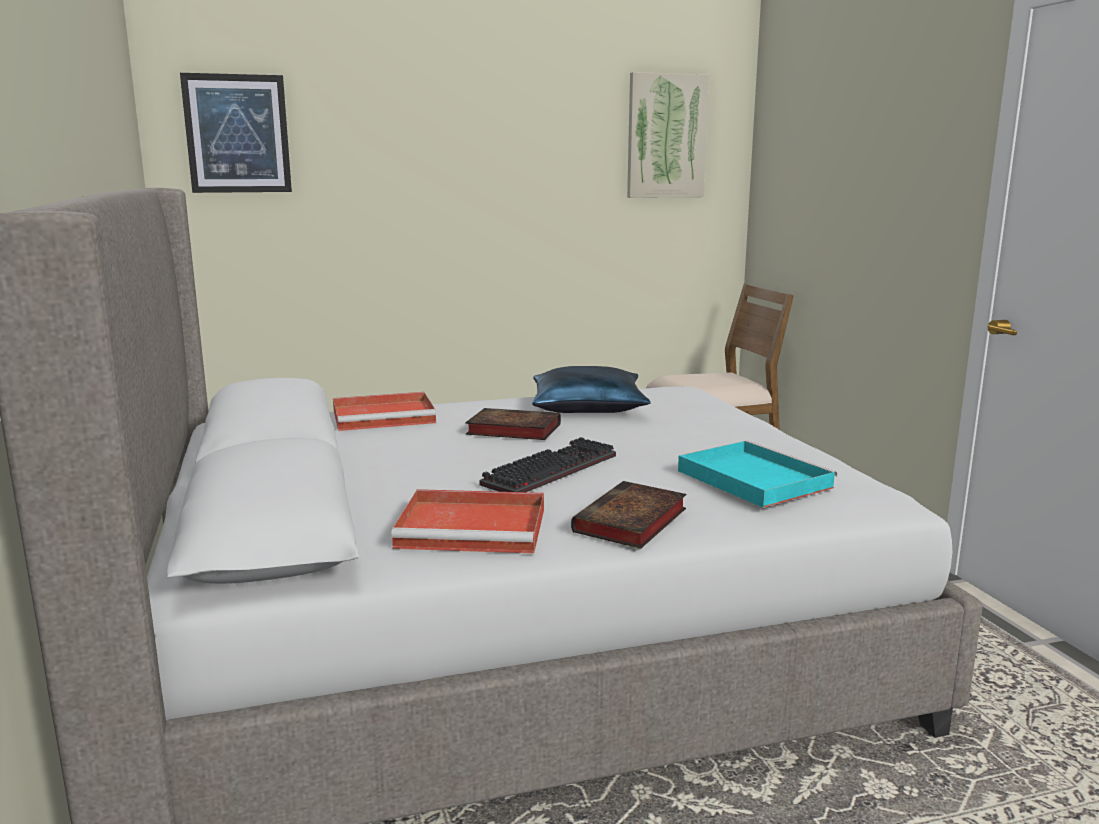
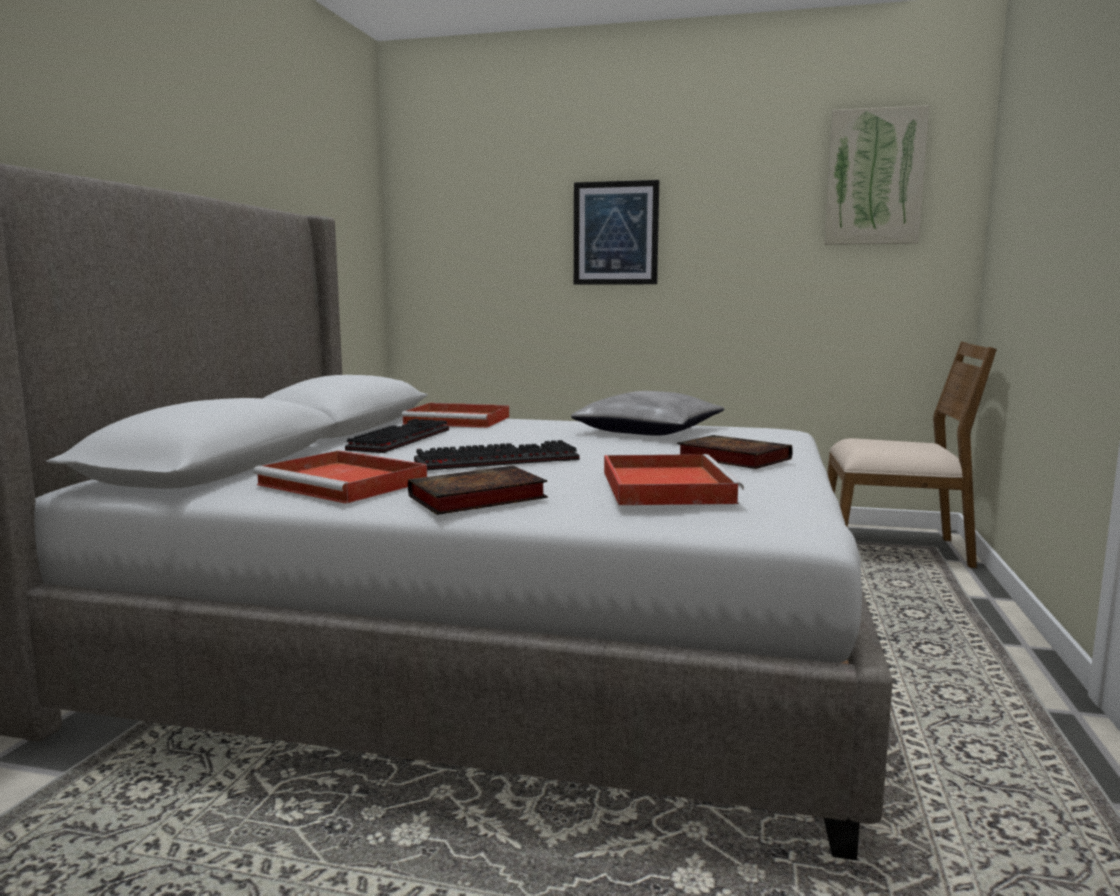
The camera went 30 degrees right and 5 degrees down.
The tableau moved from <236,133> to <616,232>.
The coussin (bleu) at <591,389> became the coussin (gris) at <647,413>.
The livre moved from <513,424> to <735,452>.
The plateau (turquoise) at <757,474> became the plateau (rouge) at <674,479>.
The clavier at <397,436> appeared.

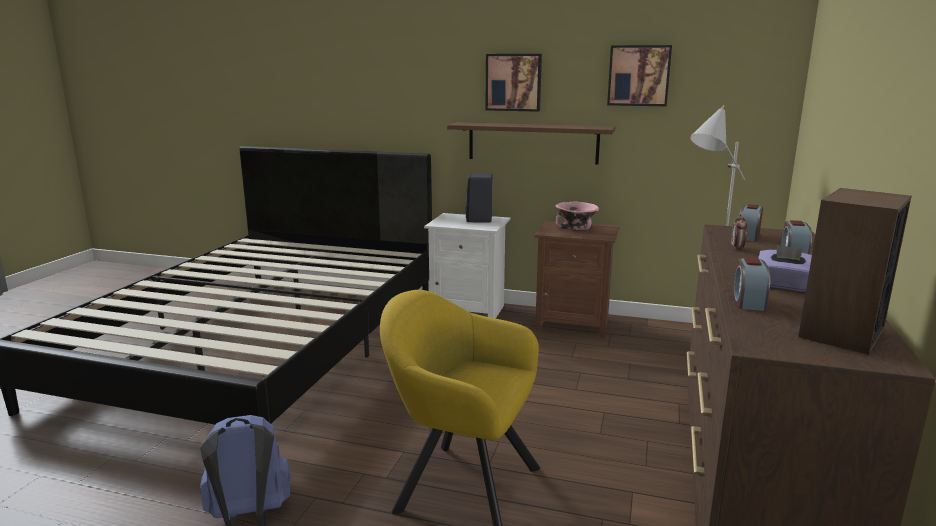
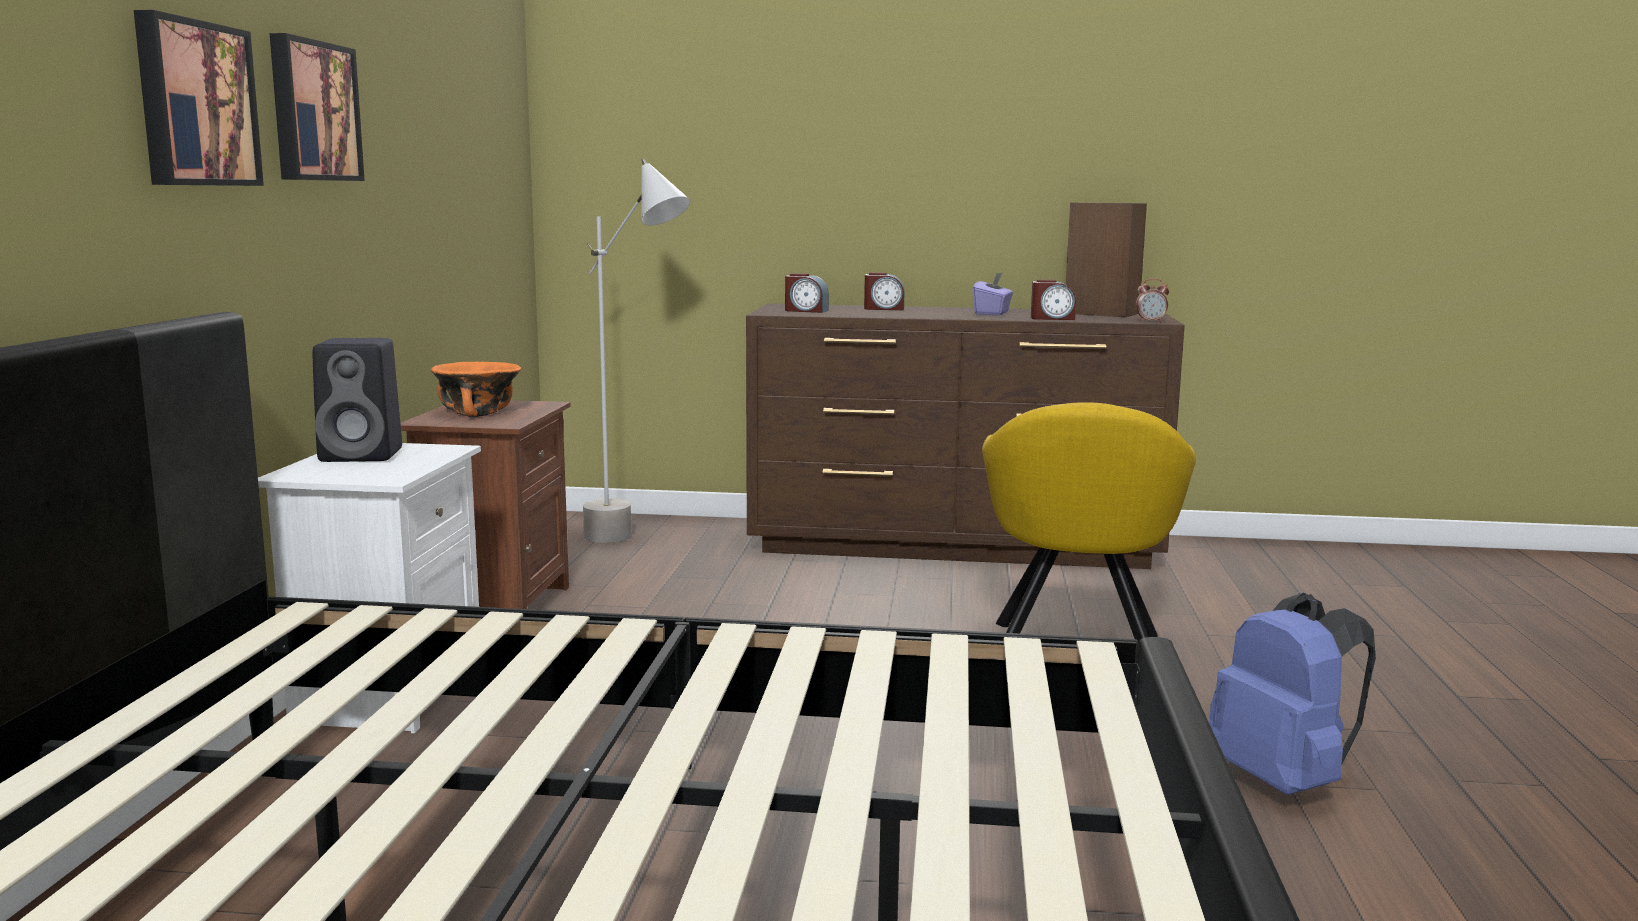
The camera went 100 degrees left and 5 degrees down.
The tableau moved from <639,75> to <199,98>.
The étagère (marron) at <531,143> disappeared.
The bol (rose) at <577,216> became the bol (orange) at <476,389>.
The réveil moved from <739,231> to <1152,301>.

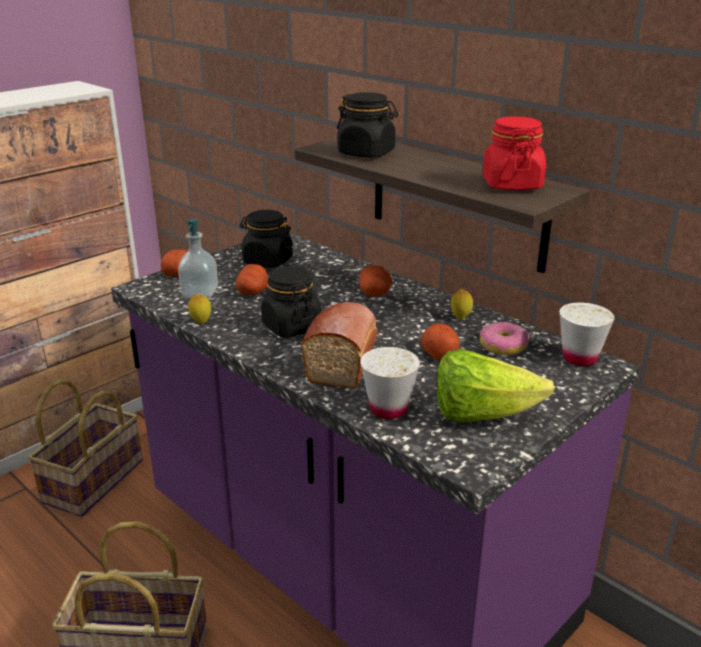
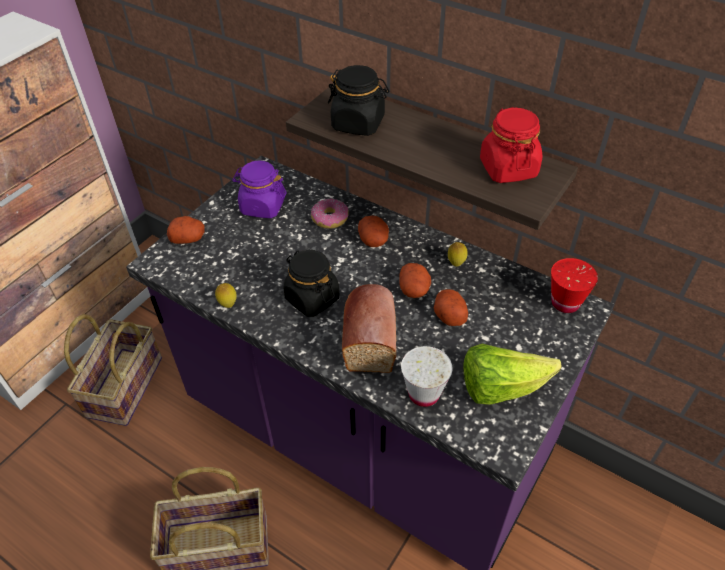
The camera went 10 degrees left and 20 degrees up.
The bocal (noir) at <266,239> became the bocal (violet) at <259,189>.
The distributeur de savon at <198,258> disappeared.
The pomme de terre moved from <251,279> to <415,280>.
The tasse (blanc) at <587,335> became the tasse (rouge) at <574,285>.
The beignet moved from <504,338> to <330,213>.

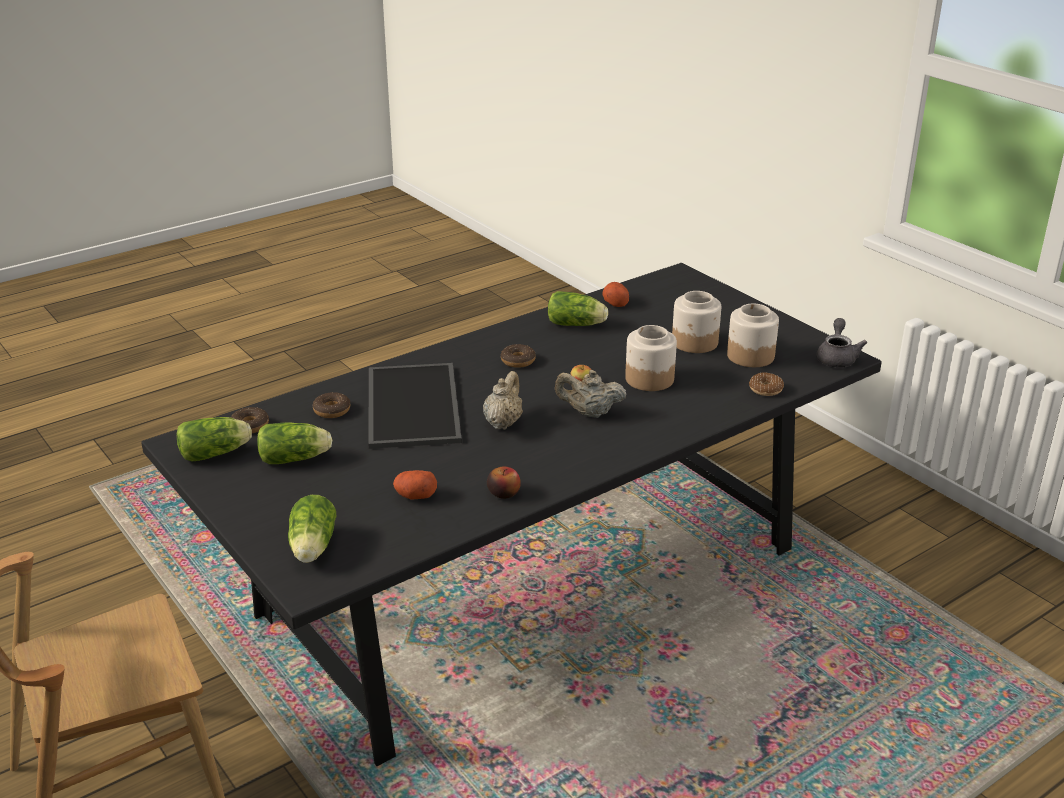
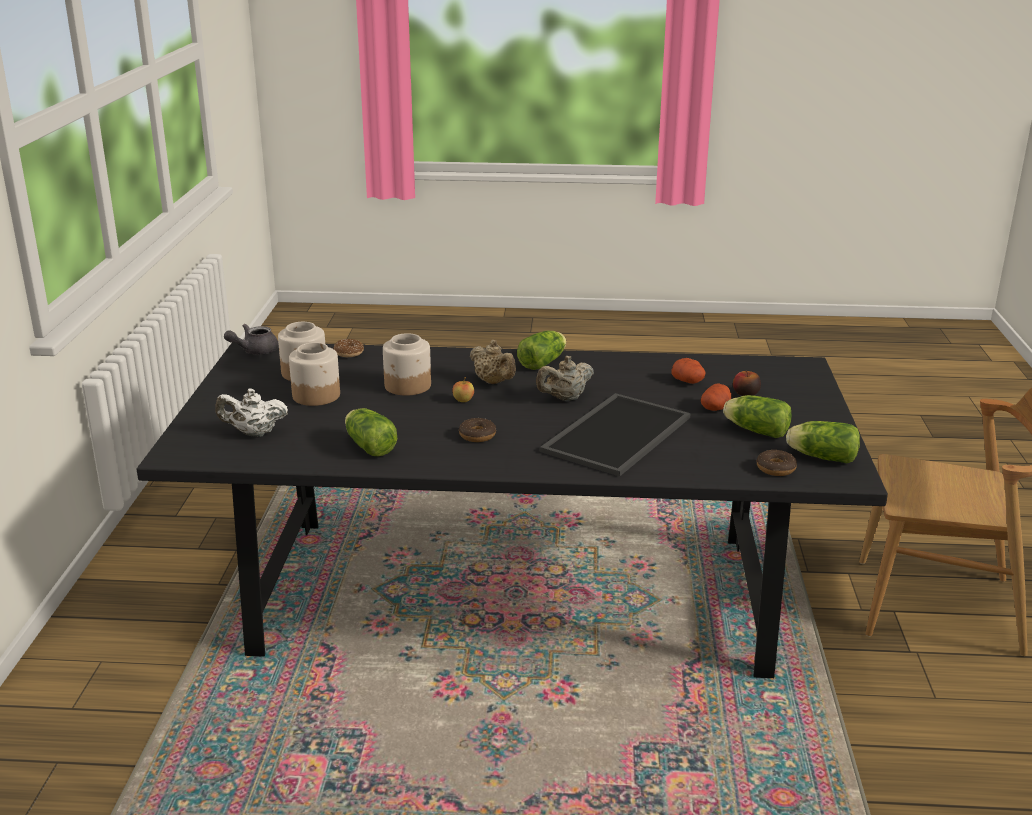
The camera went 140 degrees left and 5 degrees down.
The pomme de terre moved from <615,294> to <716,397>.
The beignet at <331,405> disappeared.
The pomme moved from <504,482> to <747,383>.
The laitue moved from <312,529> to <541,350>.
The théière (blanc) at <251,412> appeared.

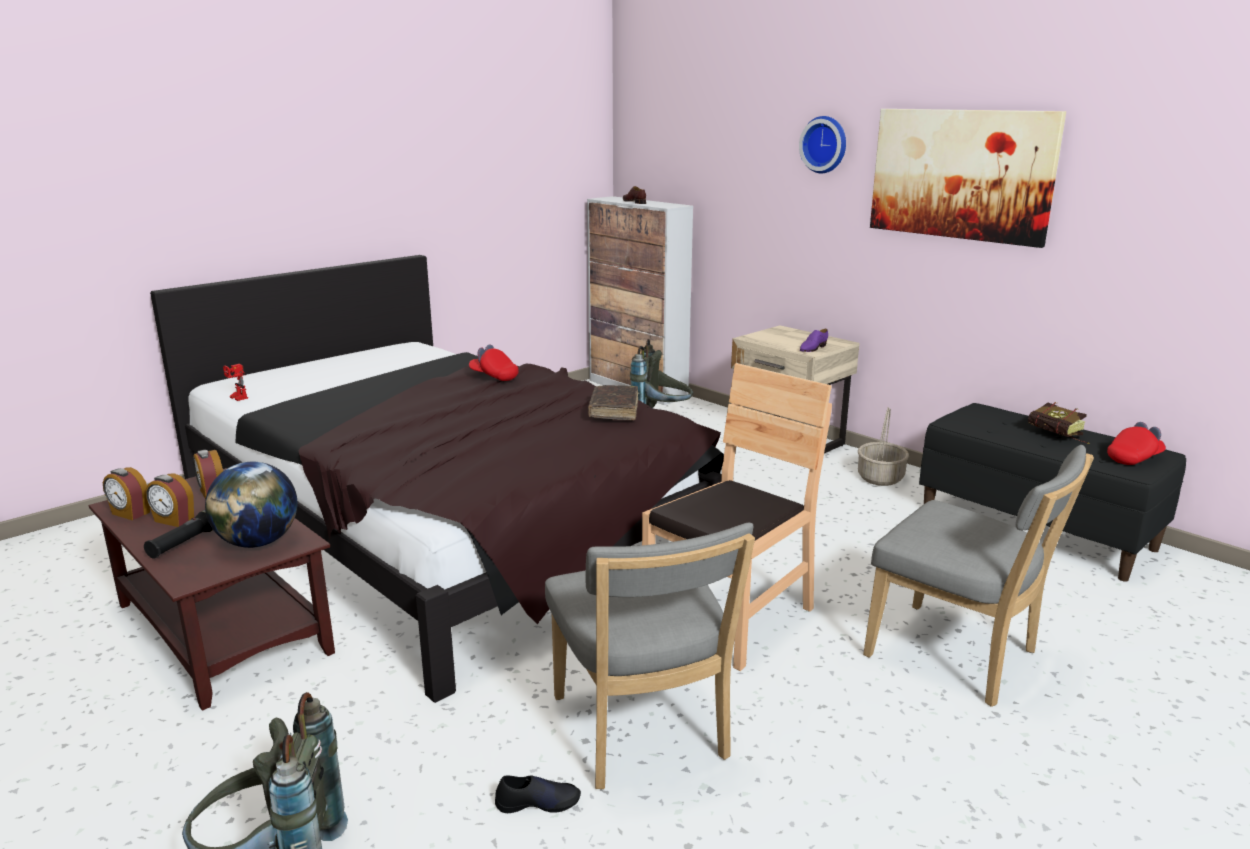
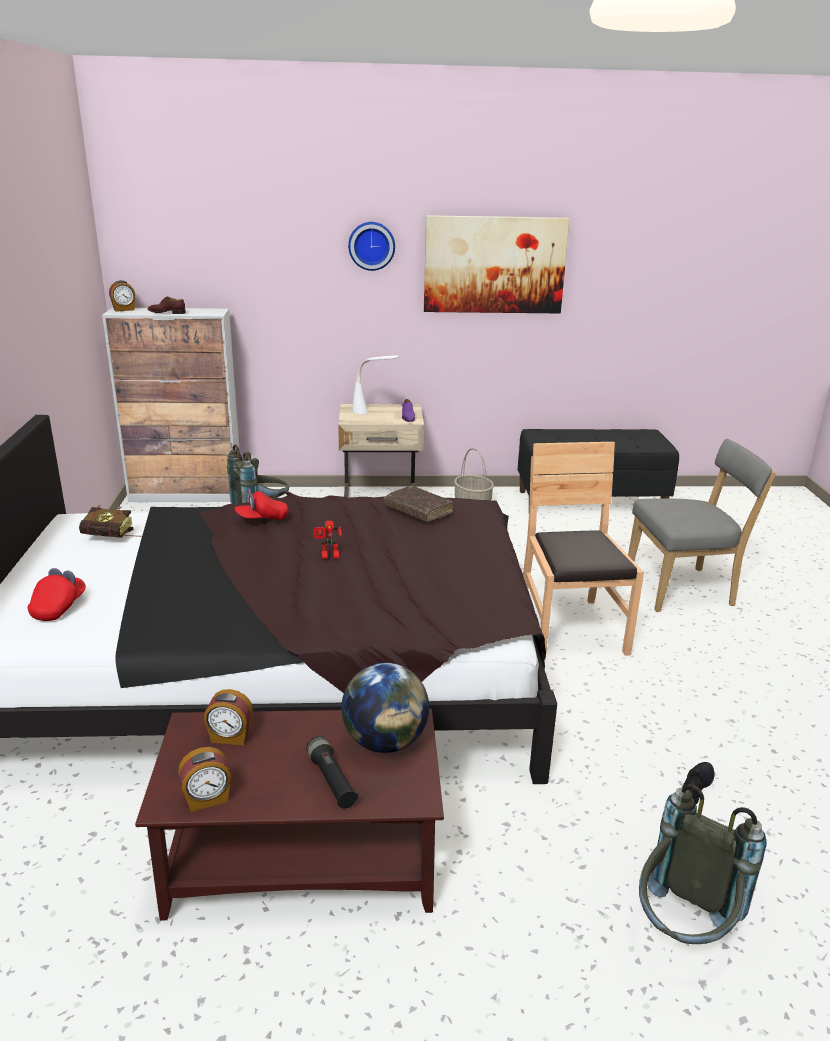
The camera went 50 degrees left and 5 degrees up.
The robot jouet moved from <235,382> to <328,540>.
The livre moved from <1058,423> to <110,521>.
The casquette (rouge) moved from <1136,443> to <57,594>.
The réveil moved from <170,500> to <122,296>.
The chaise (gris) at <650,656> disappeared.
The lampe de table (blanc) at <375,385> appeared.

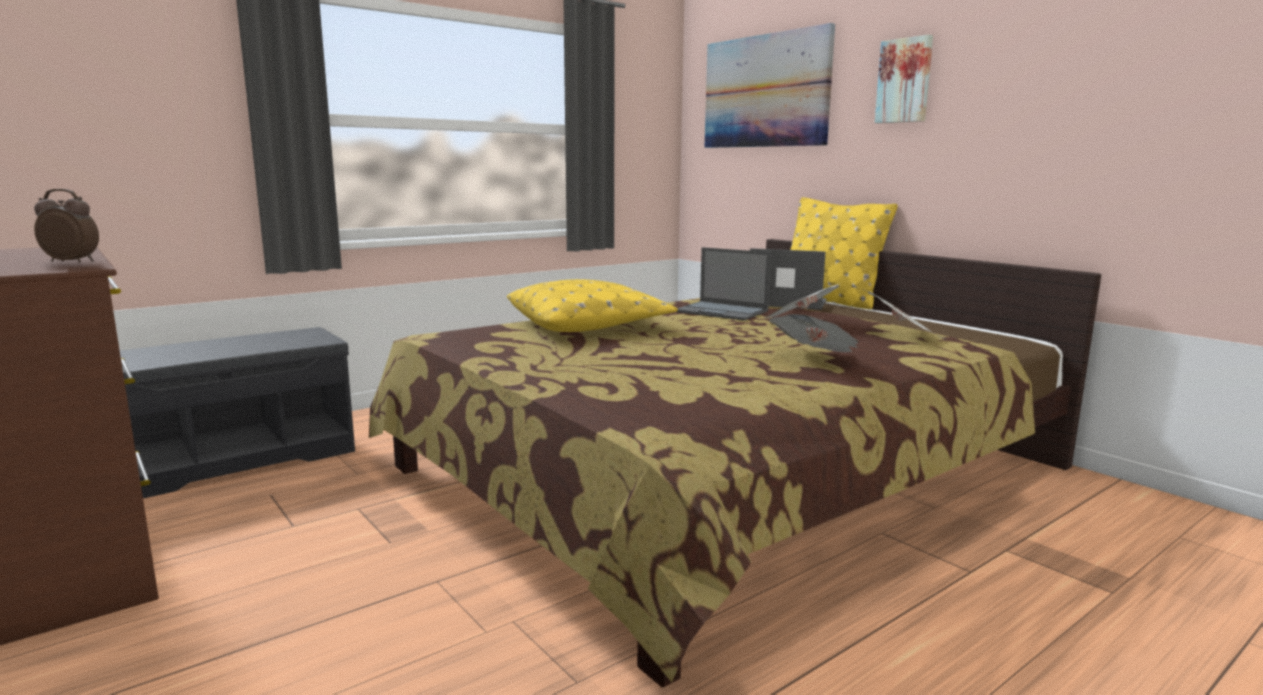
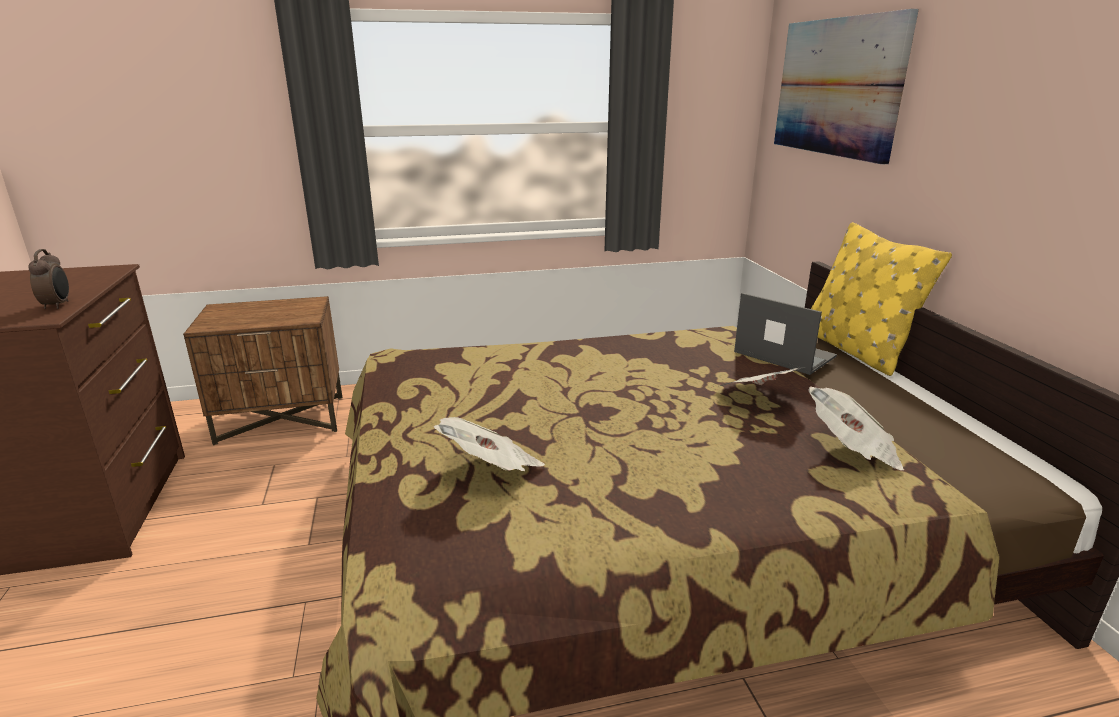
The camera went 25 degrees right and 10 degrees up.
The tableau at <904,79> disappeared.
The réveil at <66,225> turned 45 degrees clockwise.
The ordinateur portable at <724,284> disappeared.
The coussin (jaune) at <592,305> disappeared.
The journal moved from <814,333> to <489,444>.
The banc (gris) at <237,412> was replaced by the table de chevet (marron) at <263,370>.

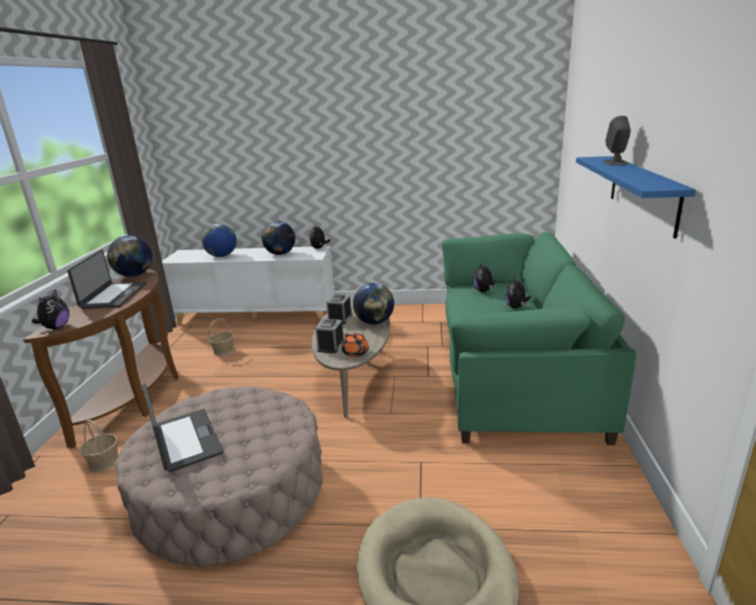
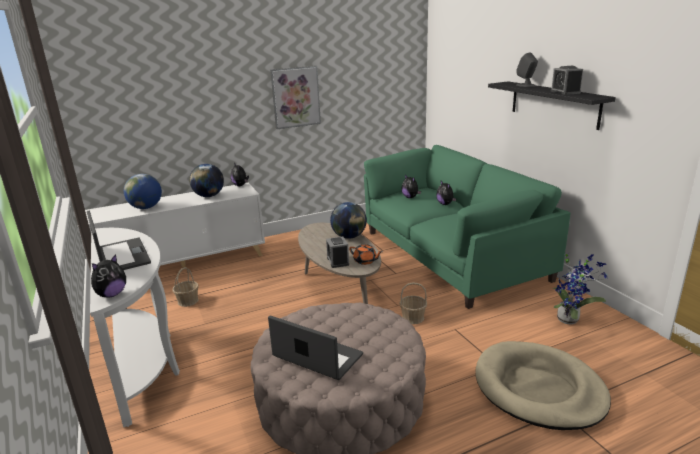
The camera went 30 degrees left and 0 degrees up.
The étagère (bleu) at <636,197> became the étagère (noir) at <552,105>.
The globe at <129,256> disappeared.
The table console (marron) at <101,359> became the table console (blanc) at <135,327>.
The peluche at <51,309> turned 60 degrees clockwise.
The réveil moved from <339,309> to <567,80>.
The panier moved from <99,446> to <413,303>.
The tableau at <295,97> appeared.
The plante en pot at <580,288> appeared.

